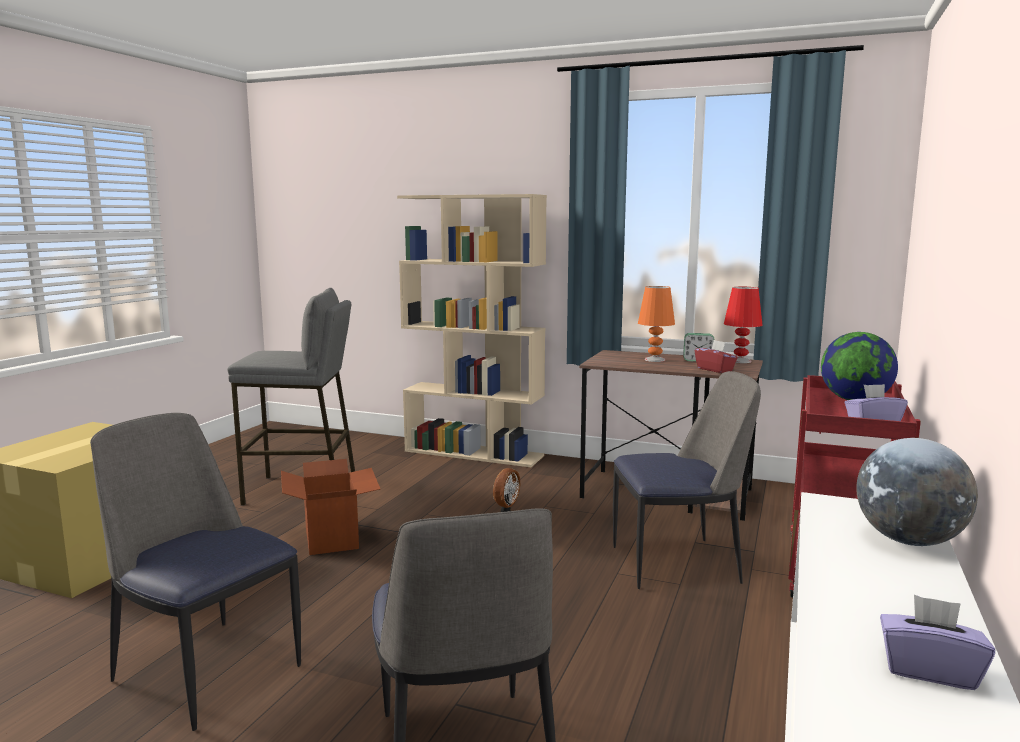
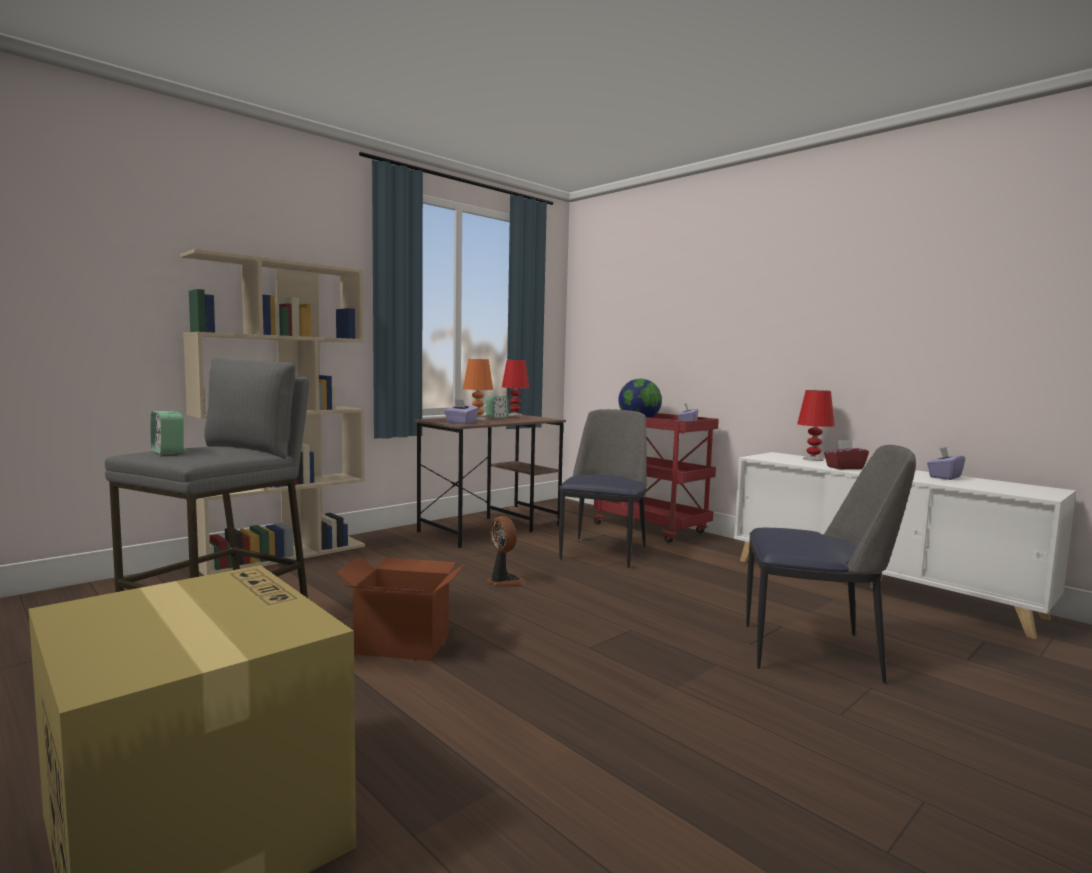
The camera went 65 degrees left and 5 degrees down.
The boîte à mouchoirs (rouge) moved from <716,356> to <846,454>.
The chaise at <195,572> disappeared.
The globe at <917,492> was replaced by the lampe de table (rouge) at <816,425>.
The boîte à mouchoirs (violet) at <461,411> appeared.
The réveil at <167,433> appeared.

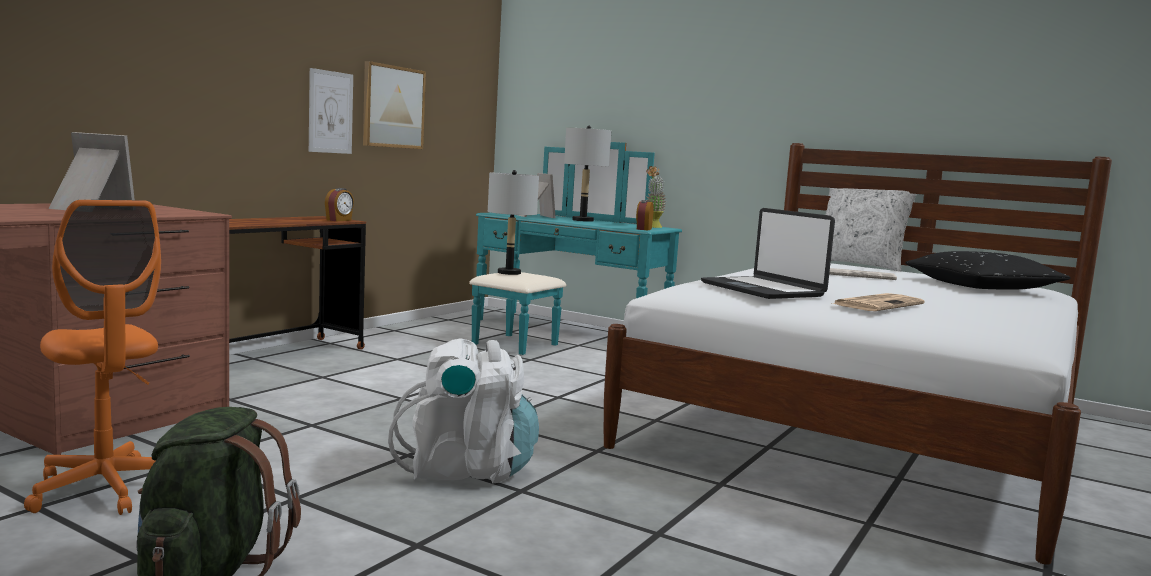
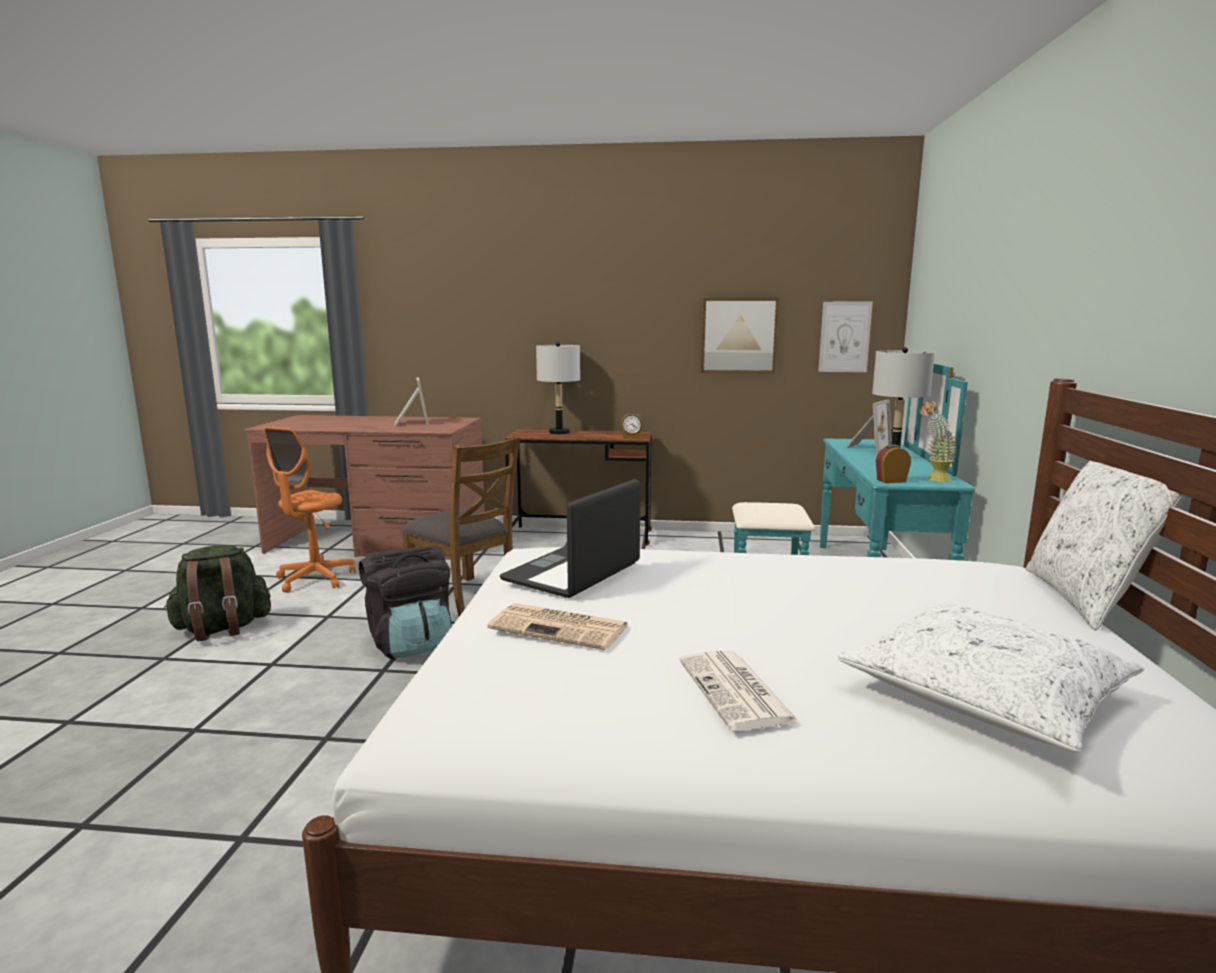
The camera went 65 degrees right and 5 degrees up.
The tableau moved from <331,111> to <845,337>.
The lampe de table (gris) moved from <513,222> to <558,388>.
The coussin (noir) at <988,270> became the coussin (blanc) at <991,678>.
The journal moved from <863,274> to <739,690>.
The sac à dos (blanc) at <463,411> became the sac à dos (noir) at <405,602>.
The chaise (marron) at <460,526> appeared.

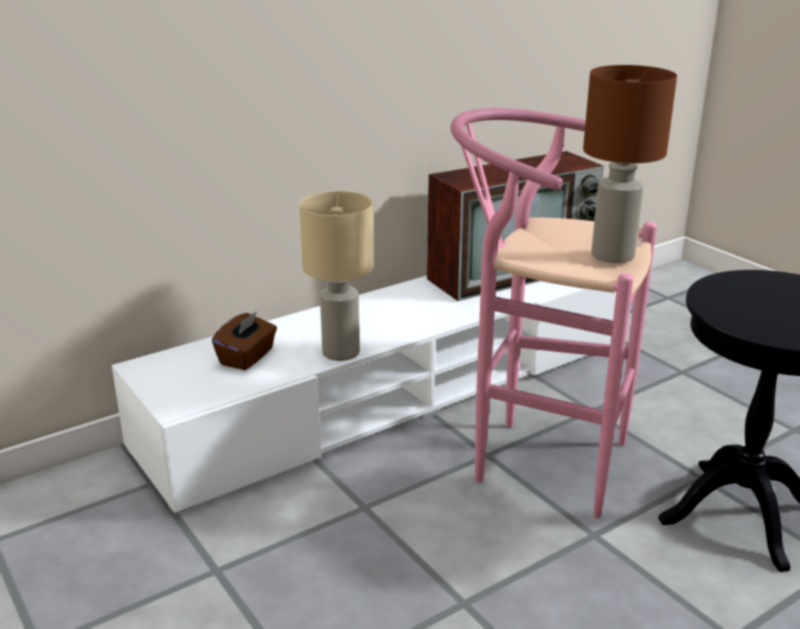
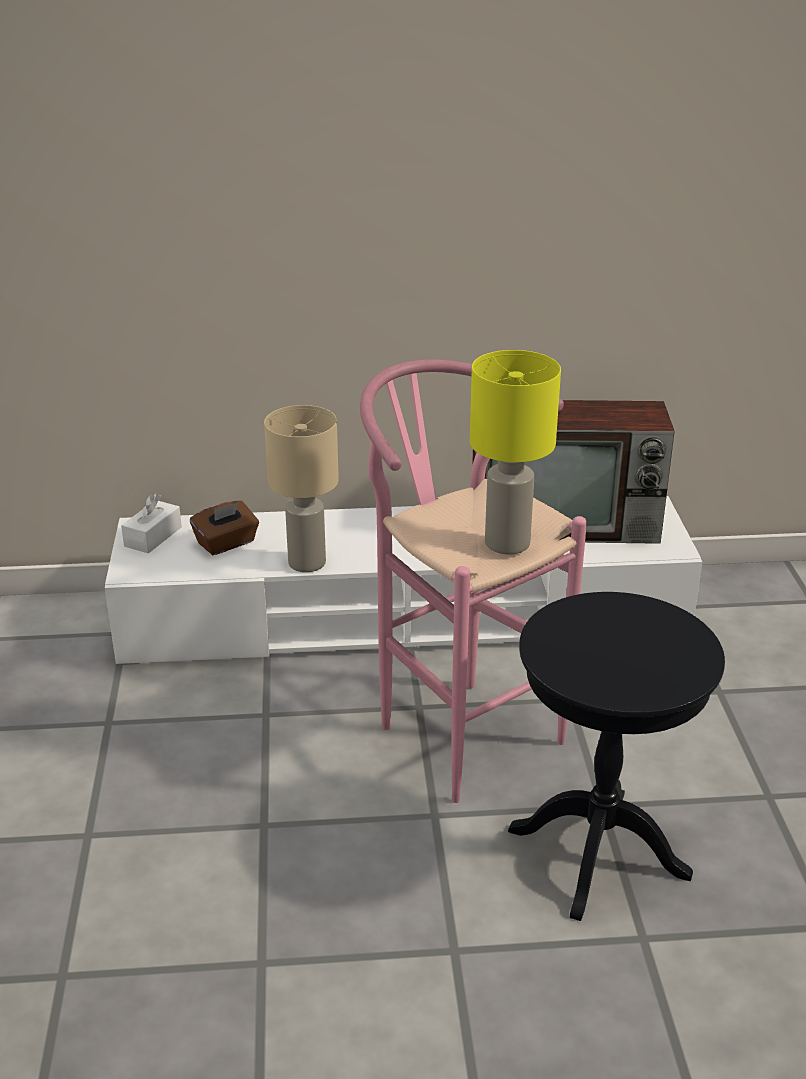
The camera went 30 degrees right and 5 degrees up.
The lampe de table (marron) at <630,164> became the lampe de table (jaune) at <515,452>.
The boîte à mouchoirs (blanc) at <151,523> appeared.

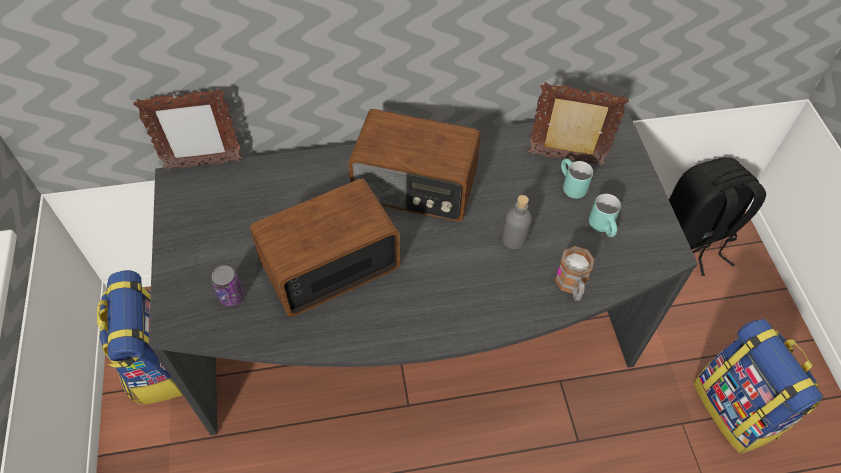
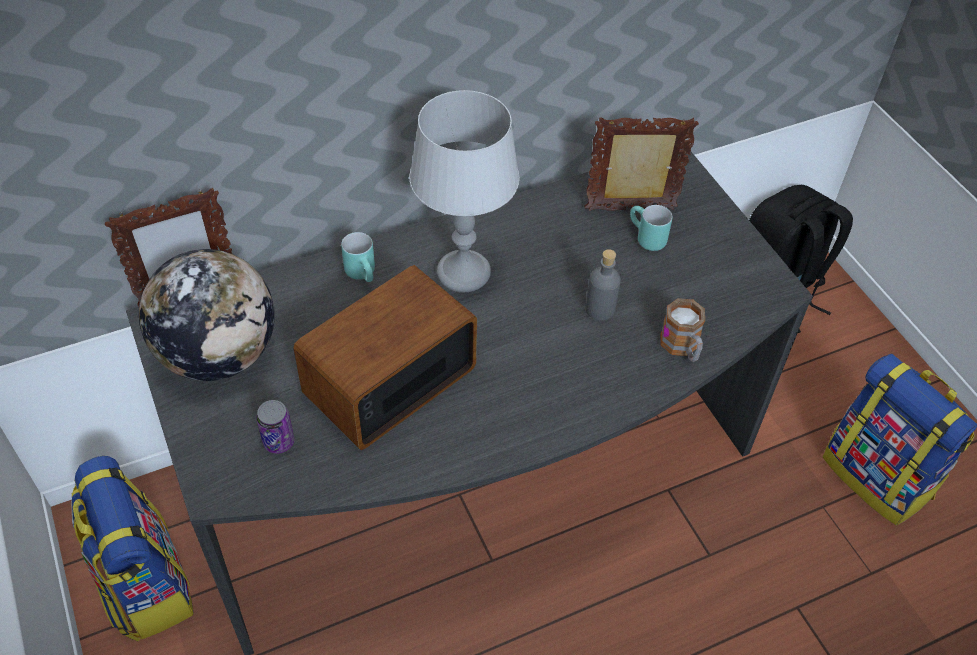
The camera went 15 degrees left and 5 degrees down.
The radio at <414,165> was replaced by the lampe de table (gris) at <464,191>.
The mug (turquoise) moved from <605,215> to <358,257>.
The globe at <207,315> appeared.

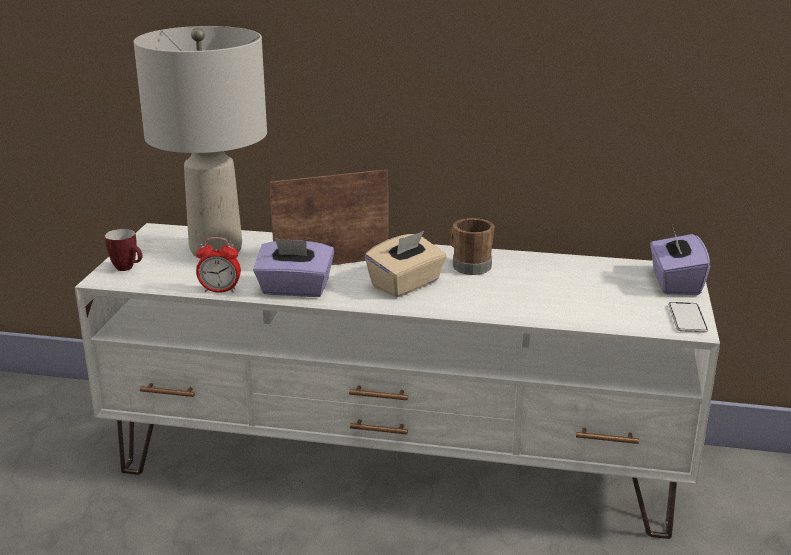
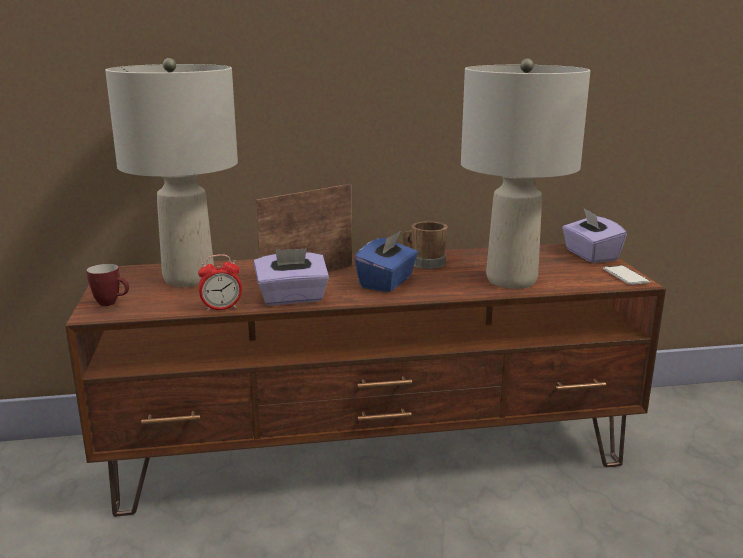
The camera went 20 degrees left and 5 degrees down.
The meuble télé (blanc) at <397,381> became the meuble télé (marron) at <365,380>.
The boîte à mouchoirs (beige) at <406,264> became the boîte à mouchoirs (bleu) at <386,261>.
The lampe de table (gris) at <526,173> appeared.

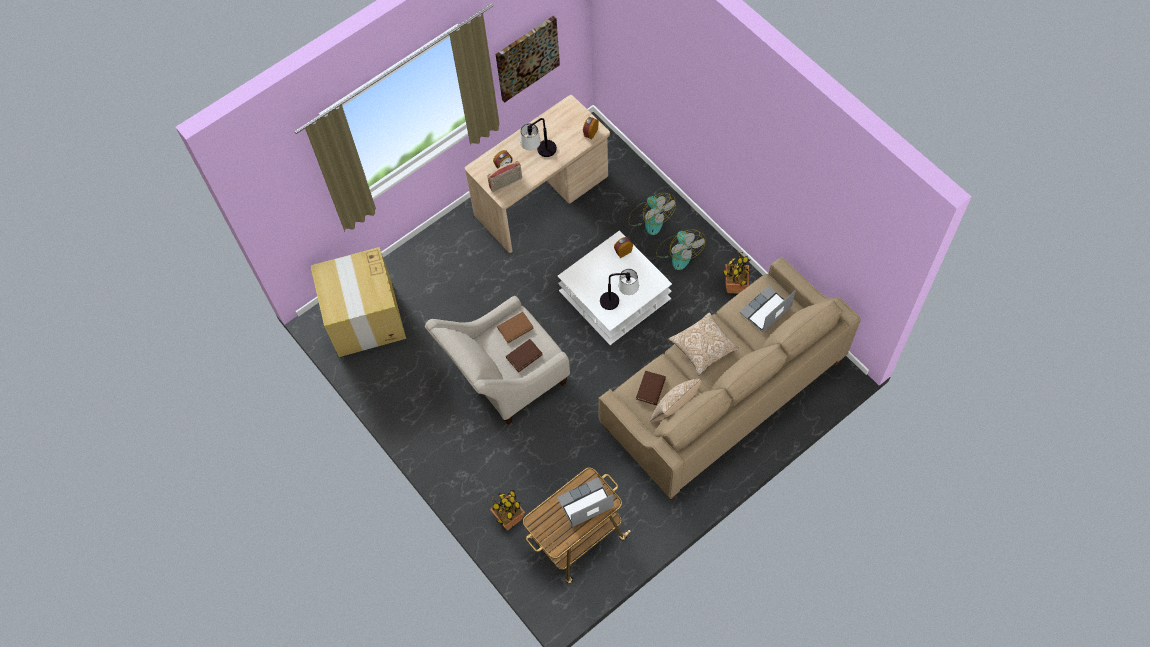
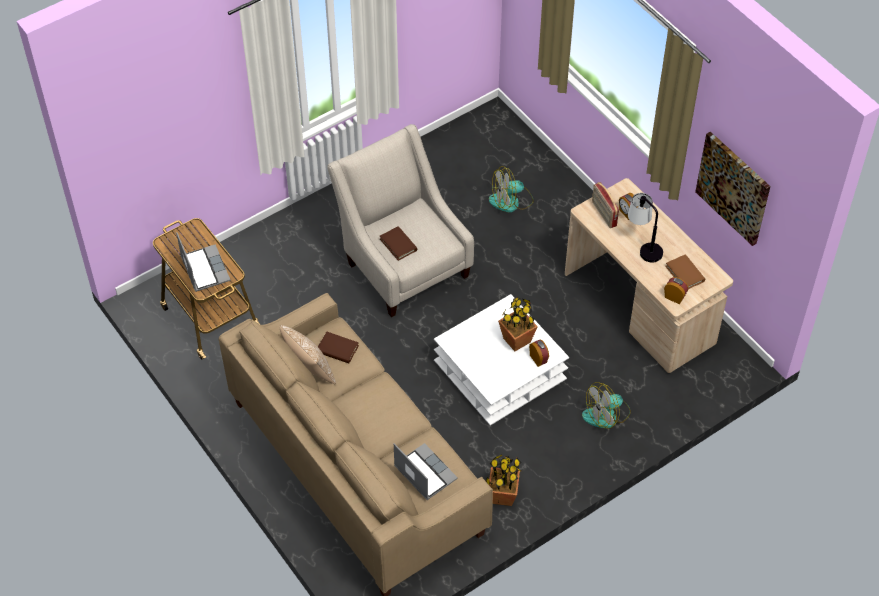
The camera went 90 degrees right and 10 degrees down.
The ventilateur moved from <680,249> to <511,189>.
The carton at <358,302> disappeared.
The lampe de table at <619,289> disappeared.
The livre (marron) moved from <515,327> to <685,271>.
The coussin at <703,344> disappeared.
The plante en pot moved from <507,510> to <518,324>.

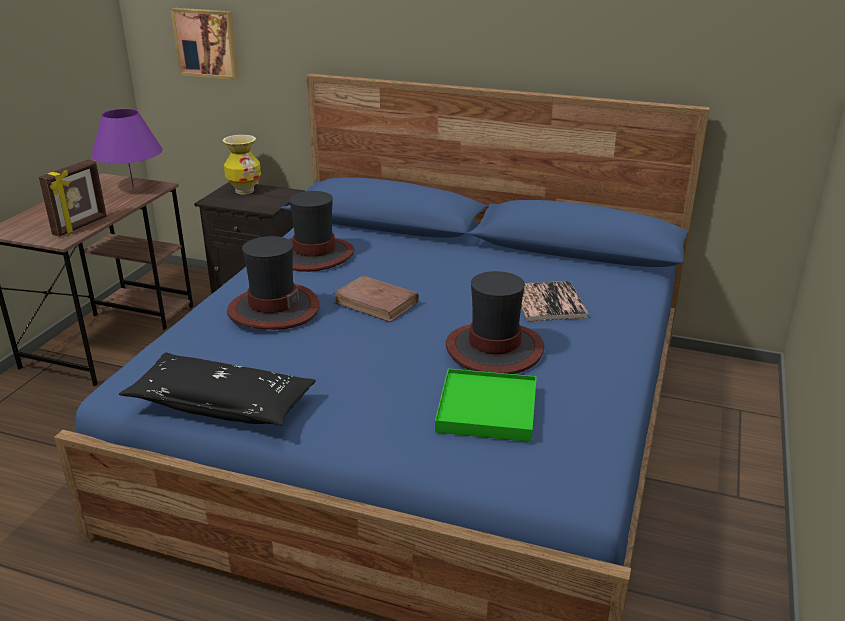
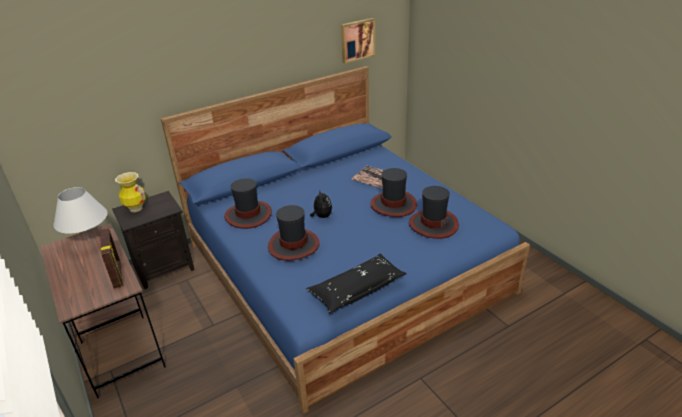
The camera went 50 degrees left and 5 degrees up.
The tableau moved from <205,44> to <358,40>.
The lampe de table (violet) at <127,148> became the lampe de table (blanc) at <81,214>.
The livre (marron) at <376,298> was replaced by the peluche at <321,203>.
The plateau (vert) at <486,405> was replaced by the chapeau at <434,212>.

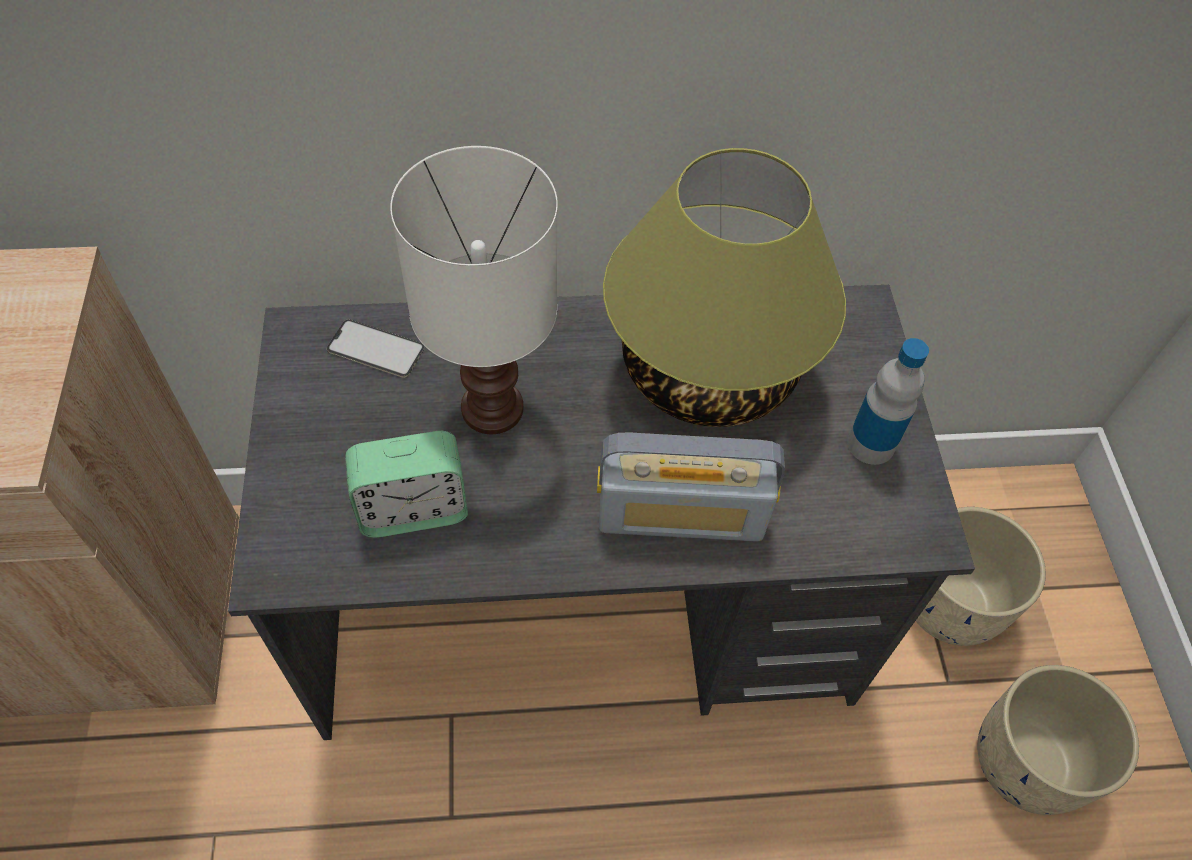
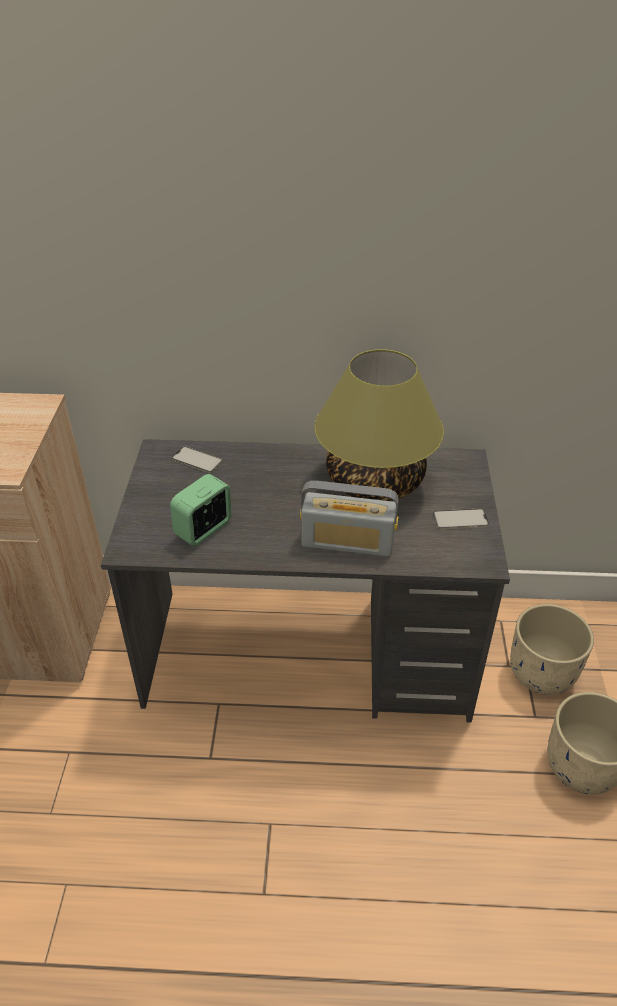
The camera went 10 degrees right and 15 degrees down.
The lampe de table (blanc) at <474,290> disappeared.
The bouteille at <888,401> was replaced by the téléphone at <461,518>.
The réveil at <406,484> turned 135 degrees clockwise.

